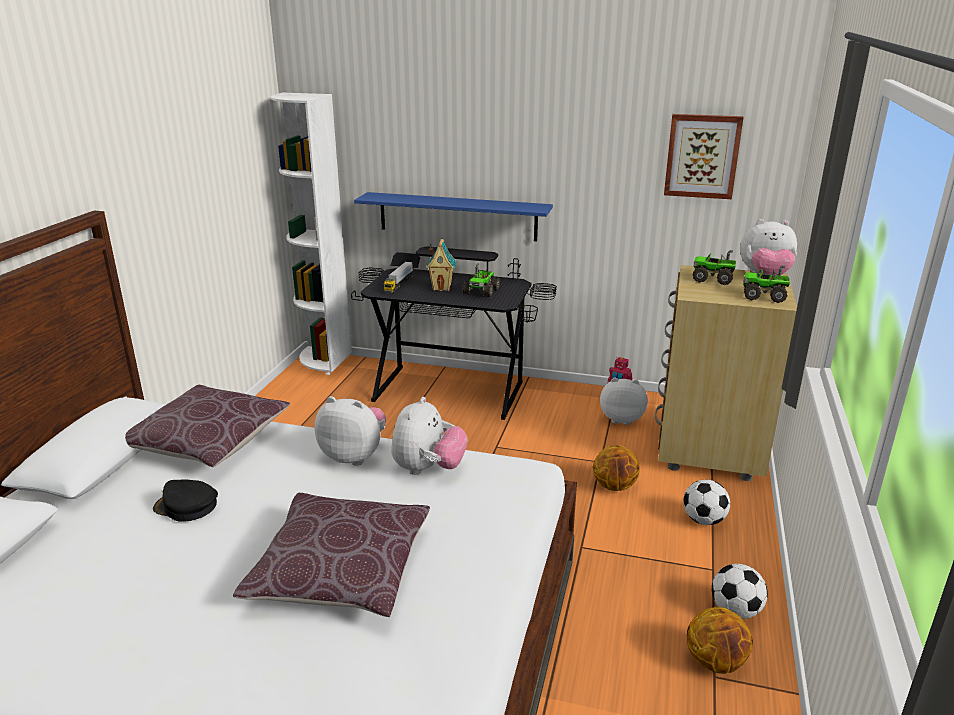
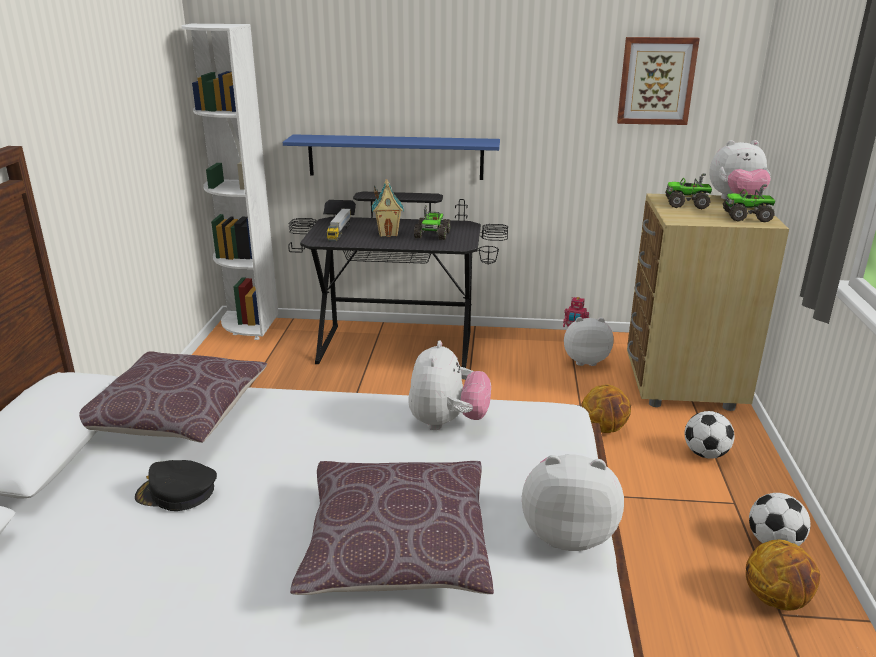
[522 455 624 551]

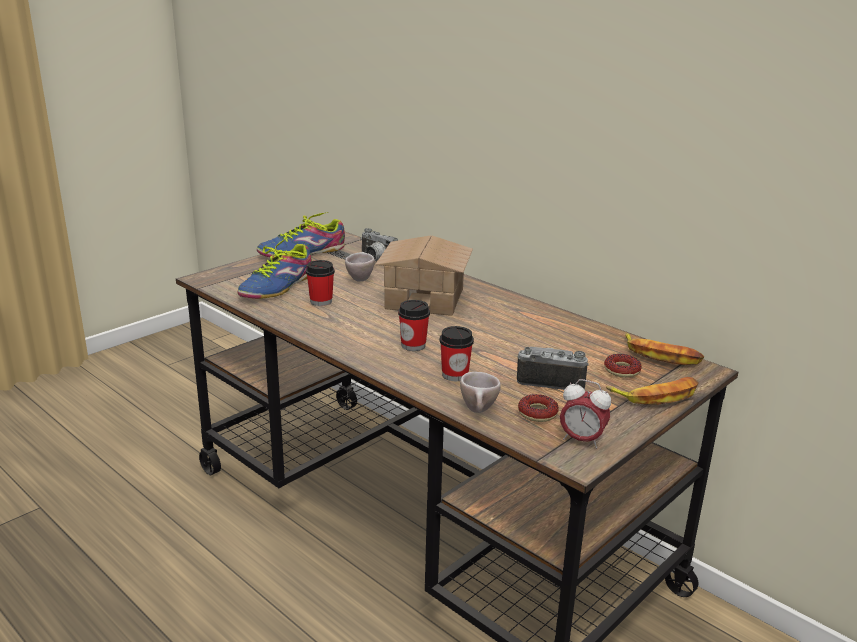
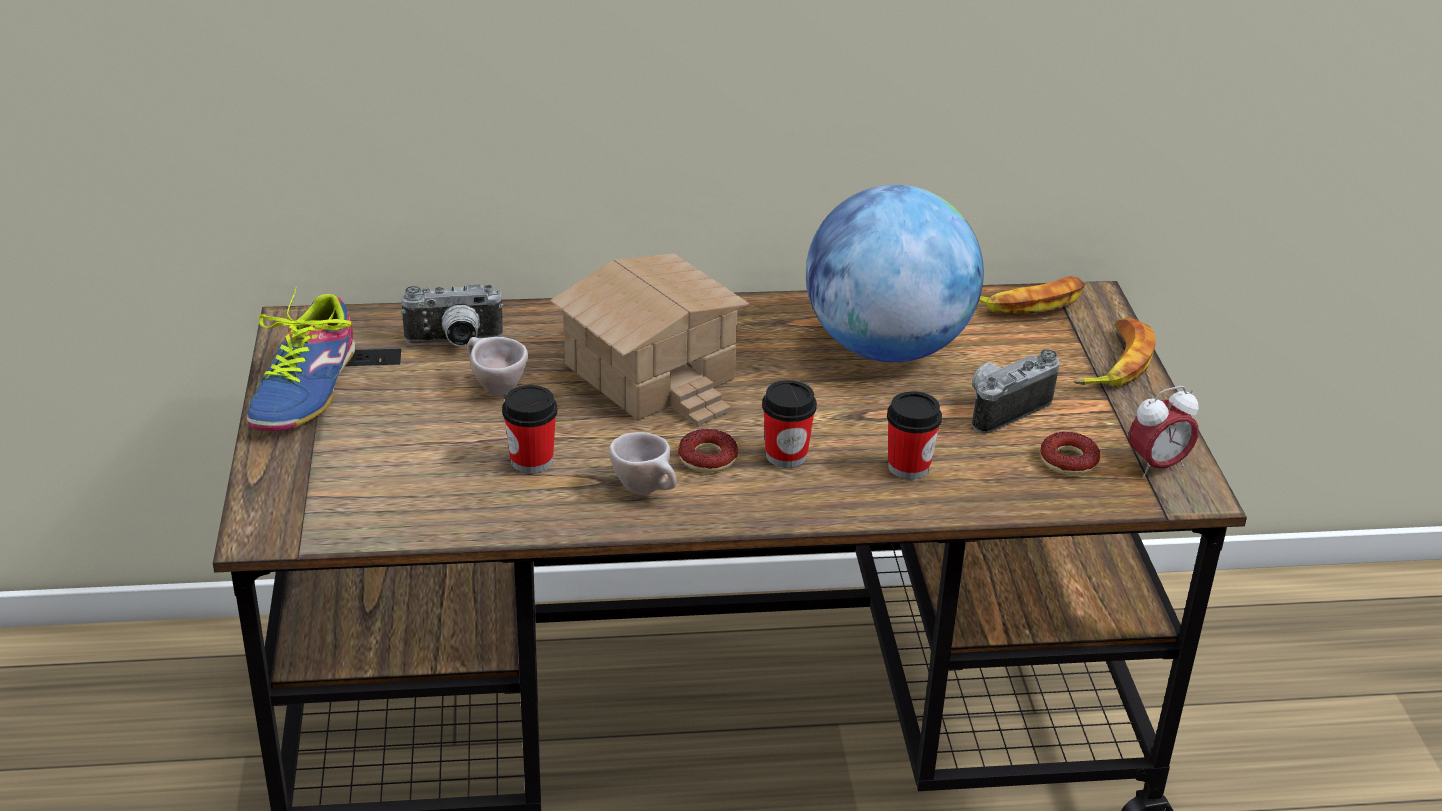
[237 238 312 299] (first image)
[678 429 738 473]
[609 432 677 495]
[806 185 984 362]

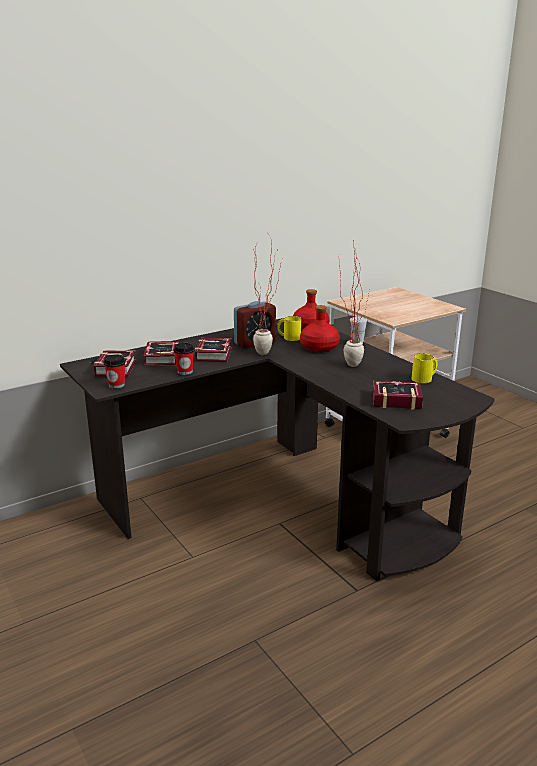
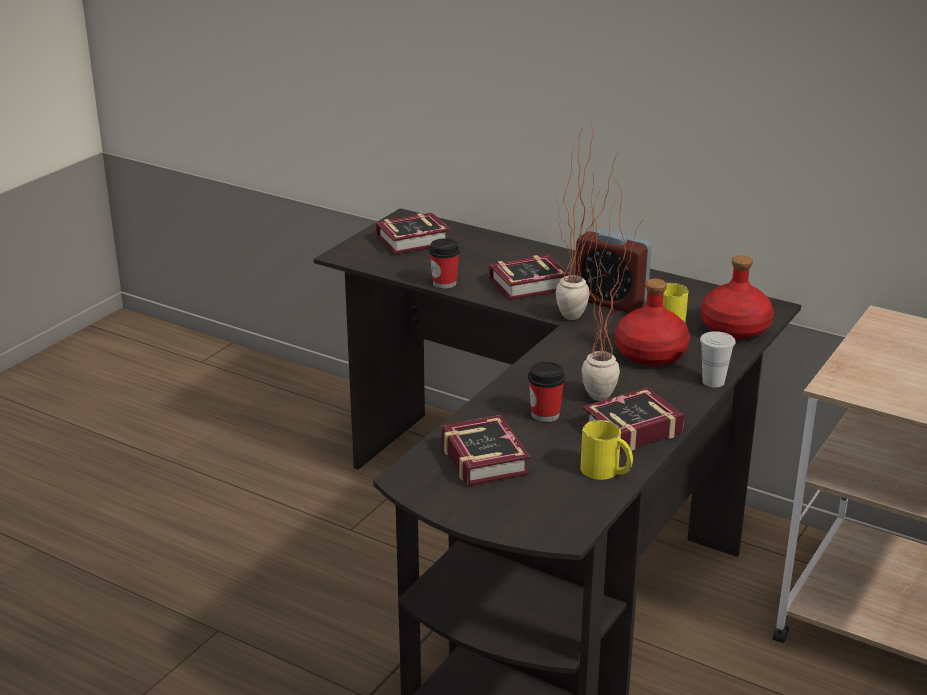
[582 387 684 452]
[528 362 565 422]

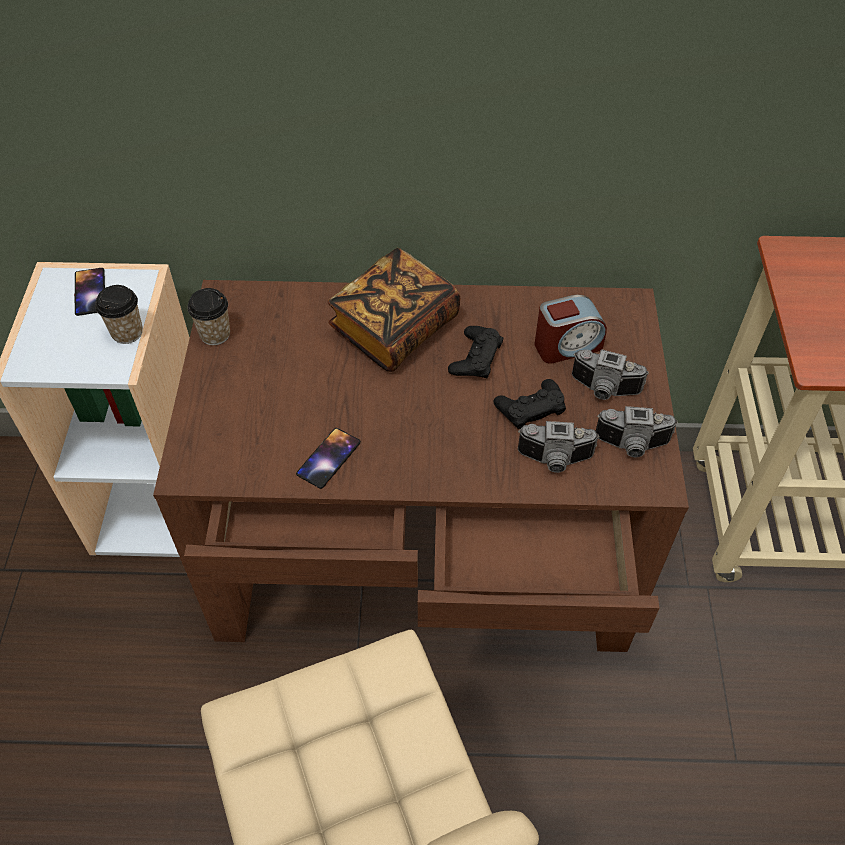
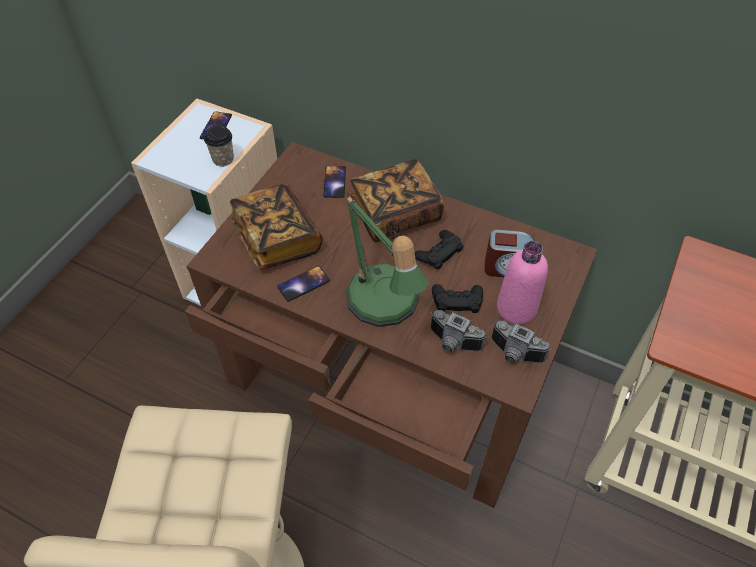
[188 288 230 345] (first image)
[497 241 548 324]
[323 166 346 198]
[230 184 322 270]
[346 193 429 327]

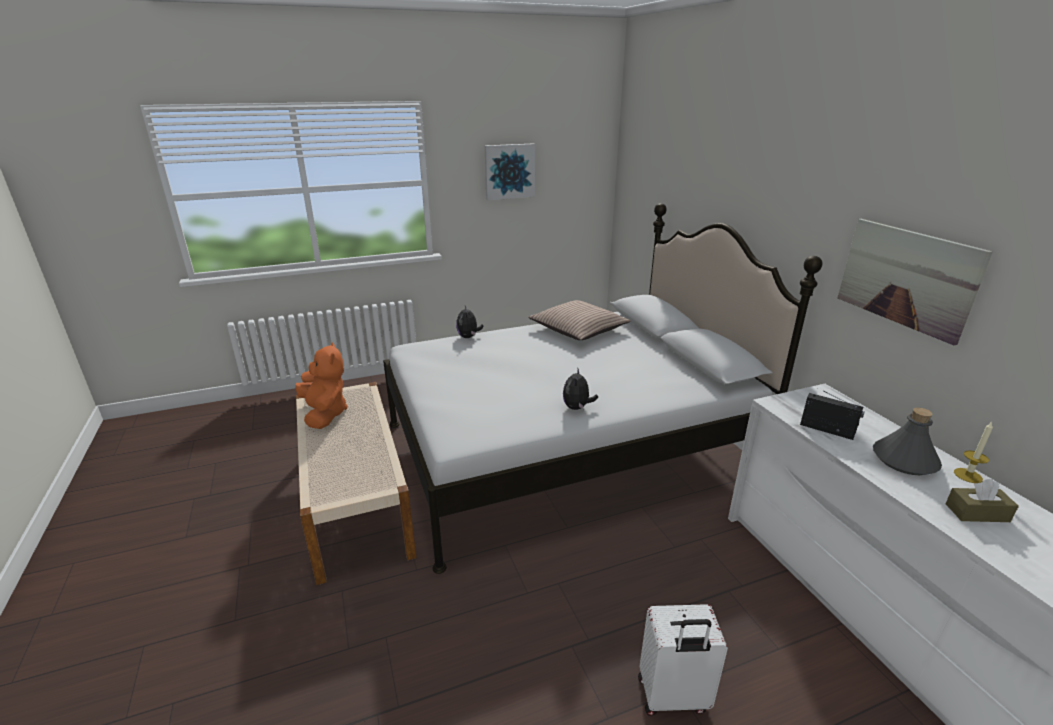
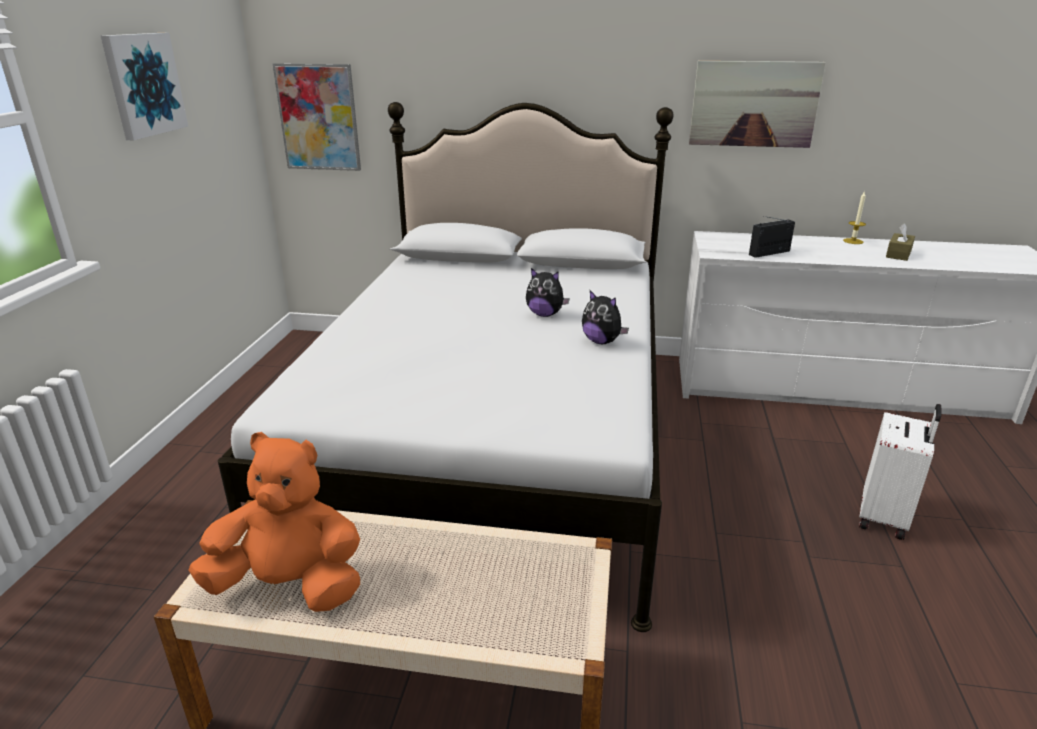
[528 300 631 340] (first image)
[526 268 570 317]
[873 407 942 475] (first image)
[273 63 361 171]

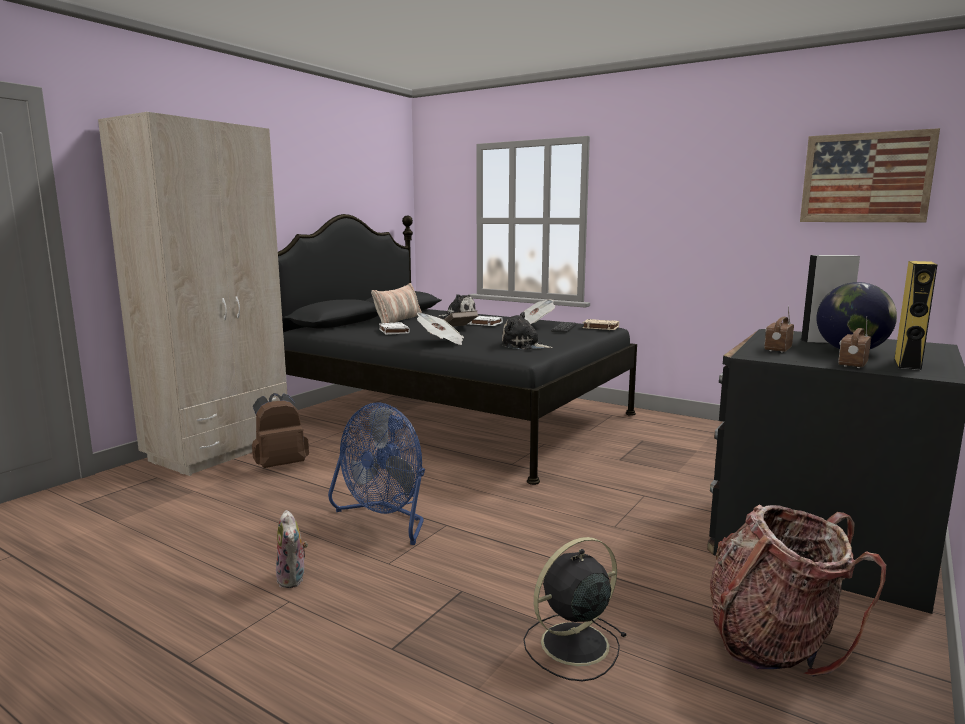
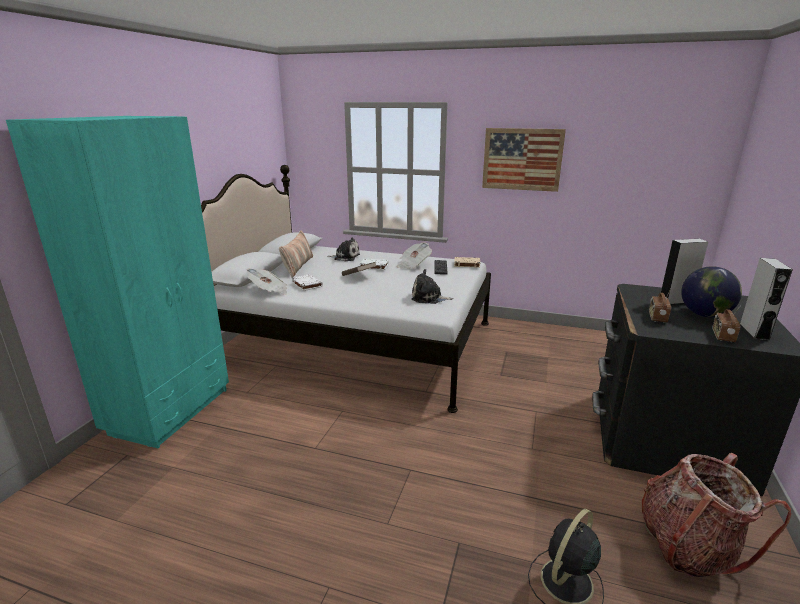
[6 116 229 448]
[482 128 566 192]
[201 165 491 413]
[740 258 793 340]
[247 269 287 294]
[252 393 309 468] (first image)
[328 403 425 545] (first image)
[276 510 308 588] (first image)

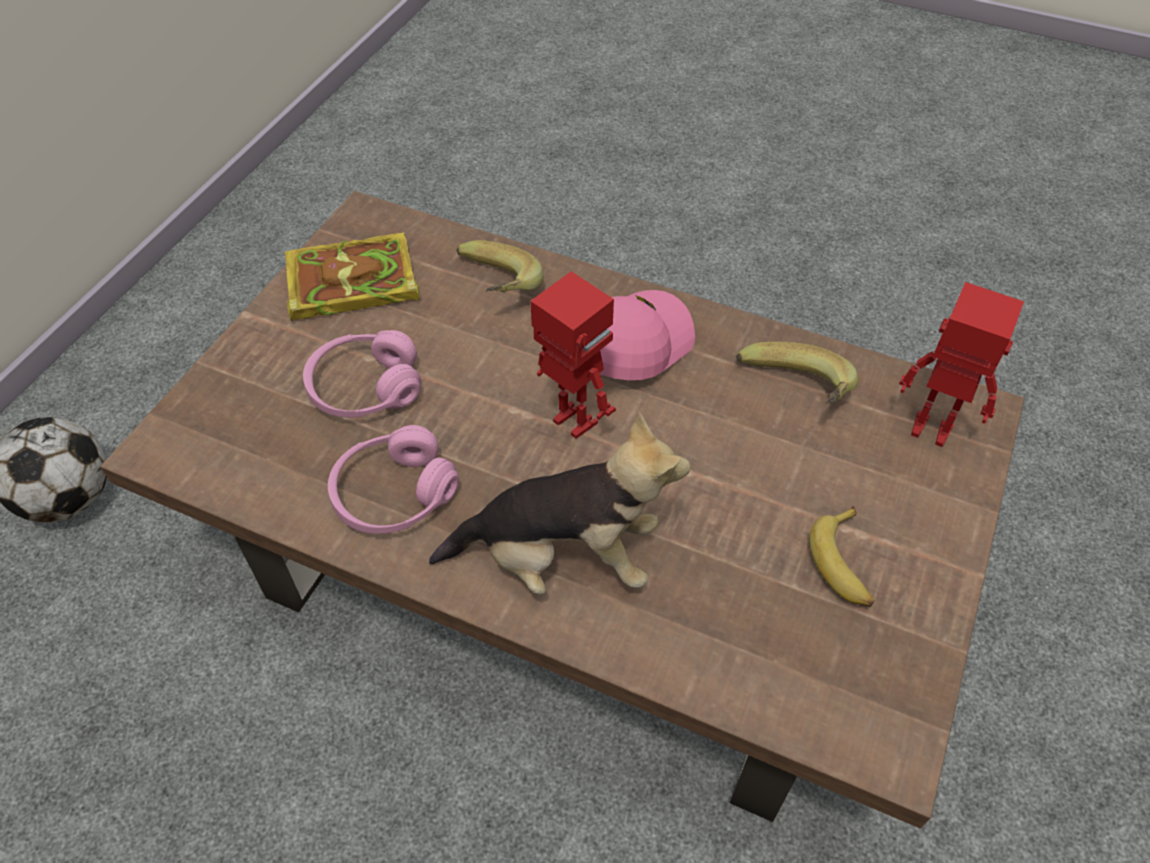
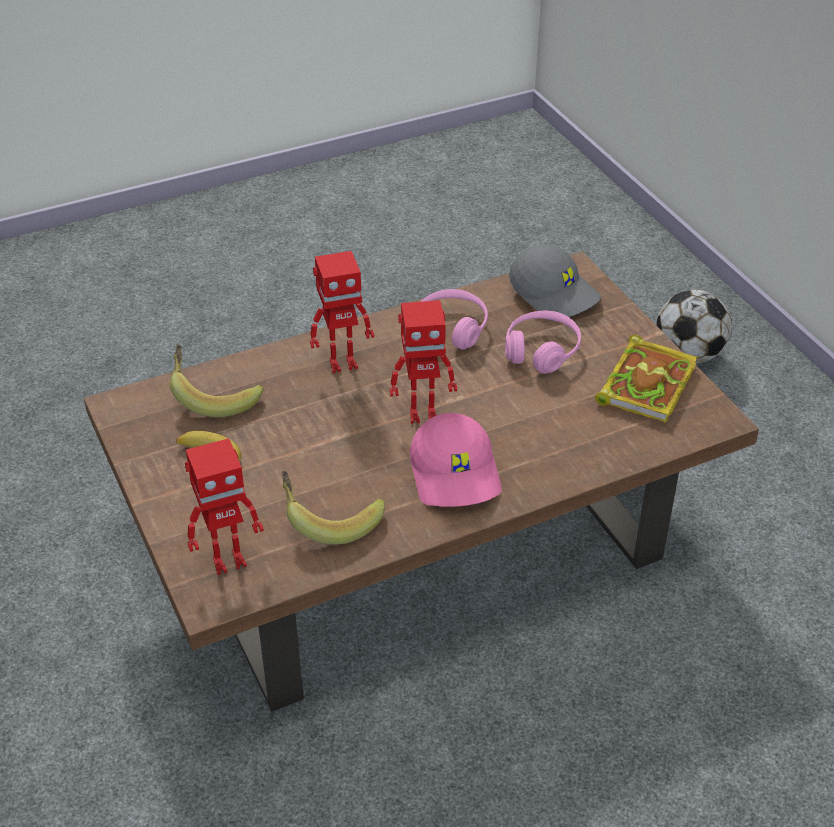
[170 344 264 417]
[310 251 374 373]
[509 244 601 321]

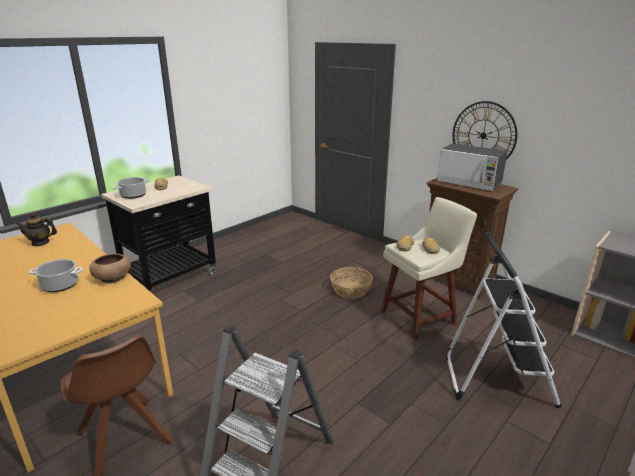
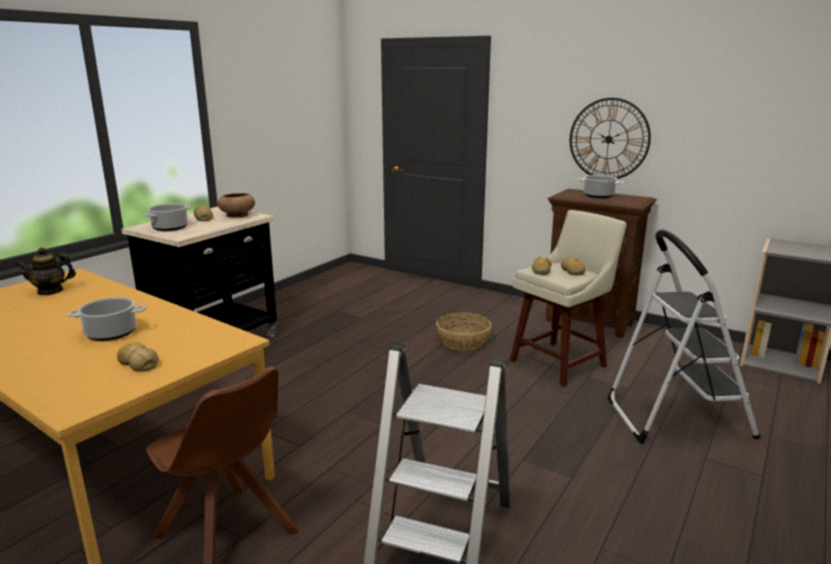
[577 175 624 198]
[218 193 255 218]
[117 342 159 372]

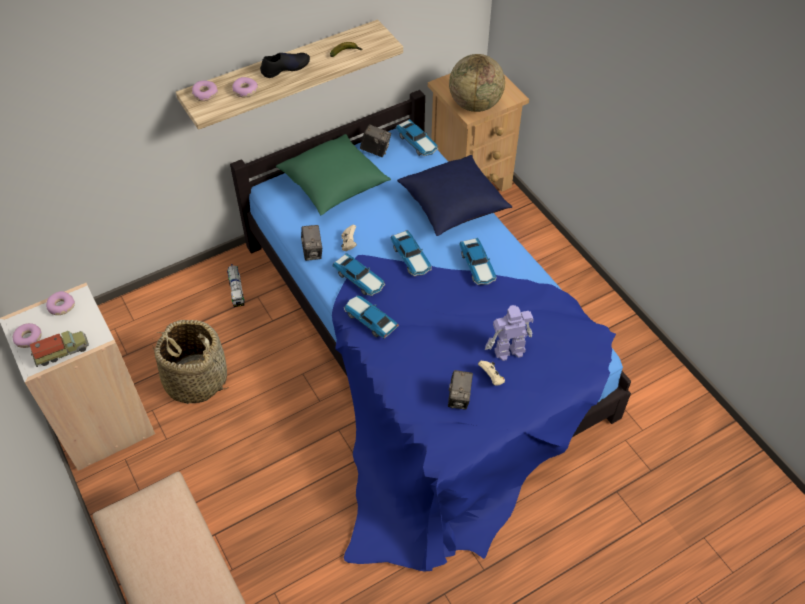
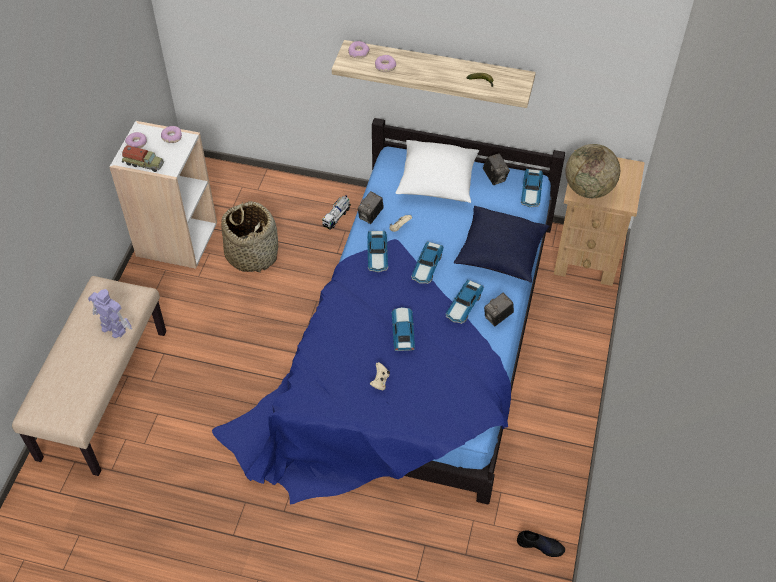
[517 530 565 557]
[396 140 479 203]
[391 307 415 351]
[88 289 132 338]
[484 293 514 326]

